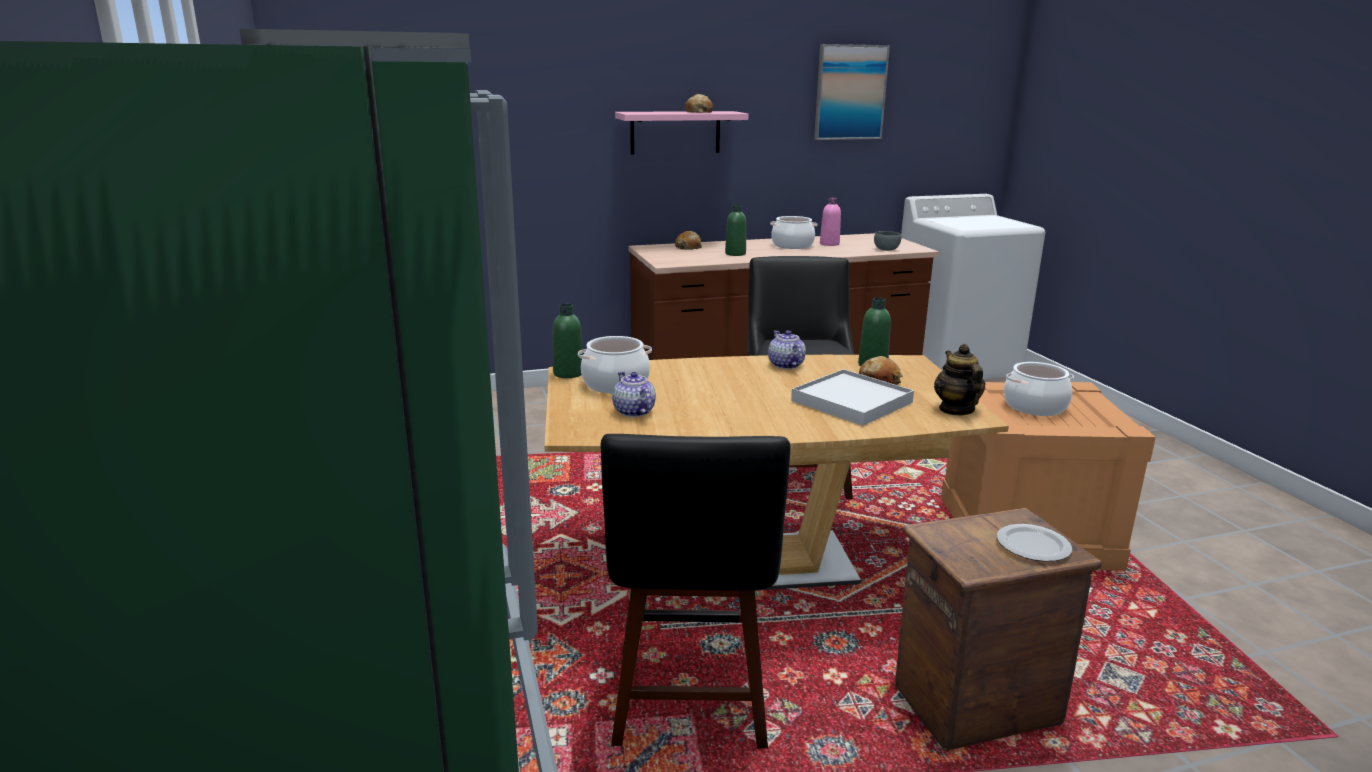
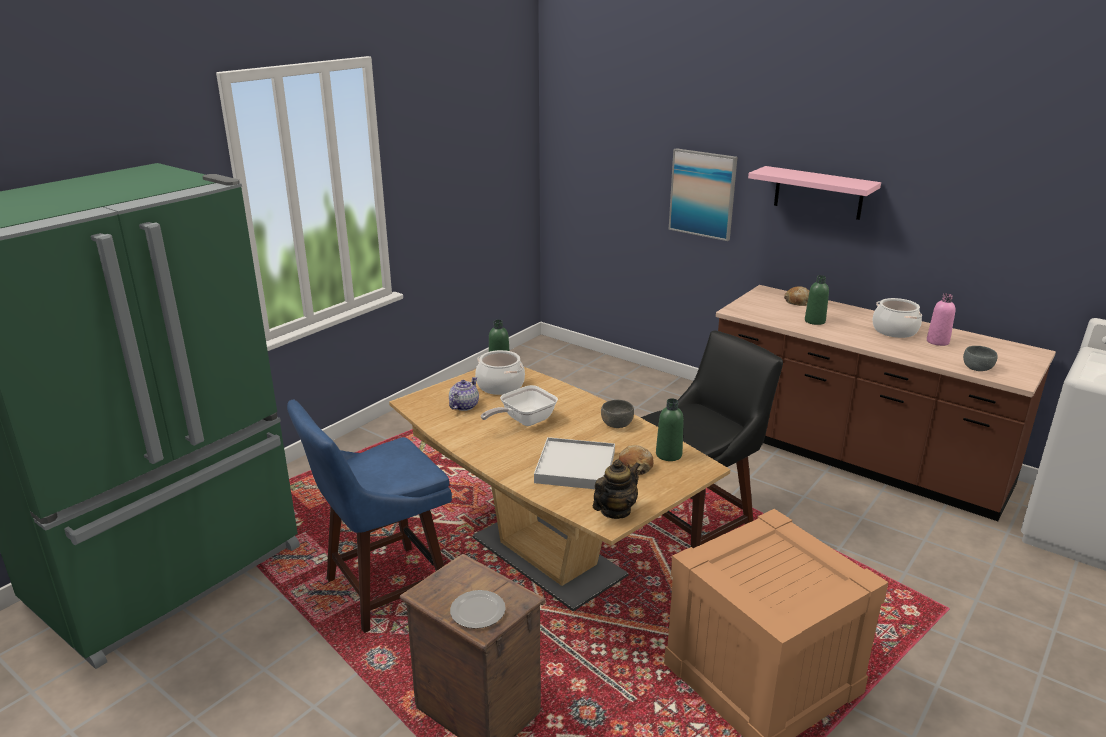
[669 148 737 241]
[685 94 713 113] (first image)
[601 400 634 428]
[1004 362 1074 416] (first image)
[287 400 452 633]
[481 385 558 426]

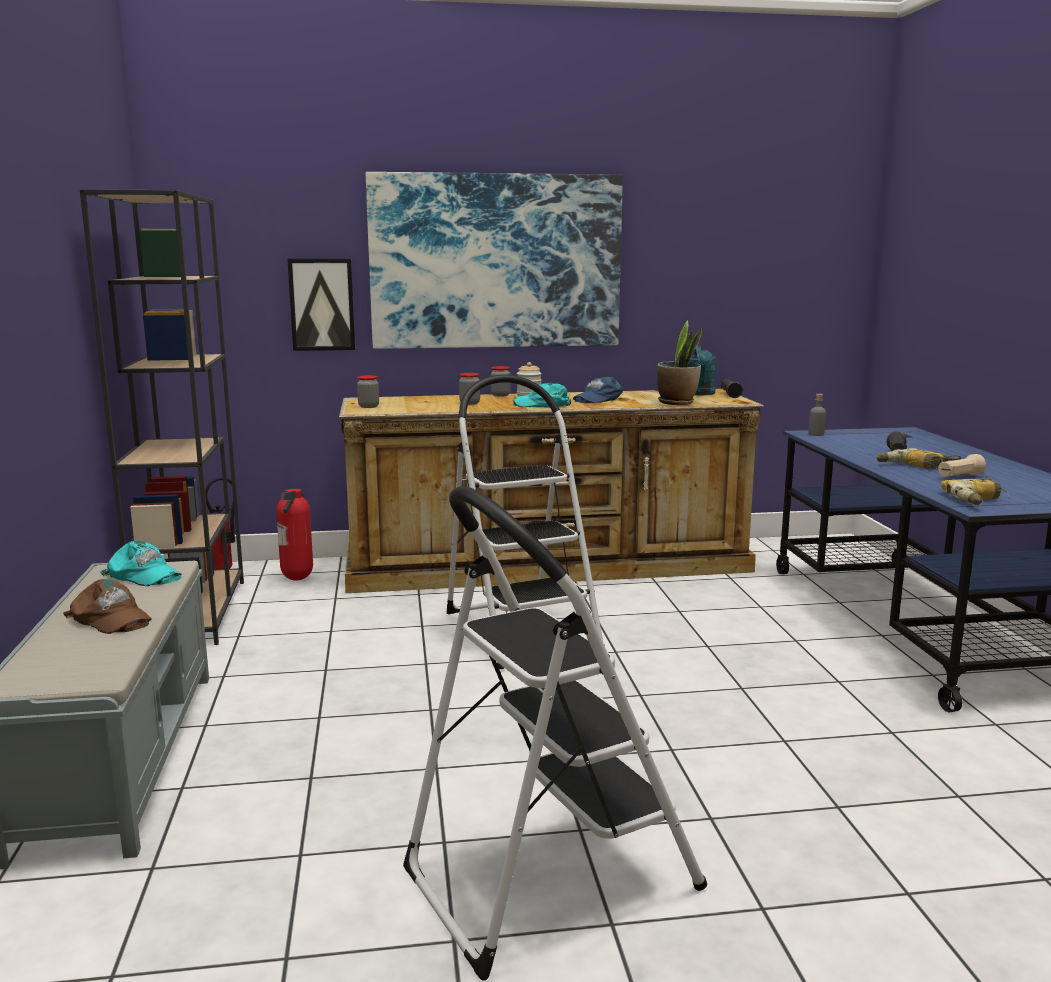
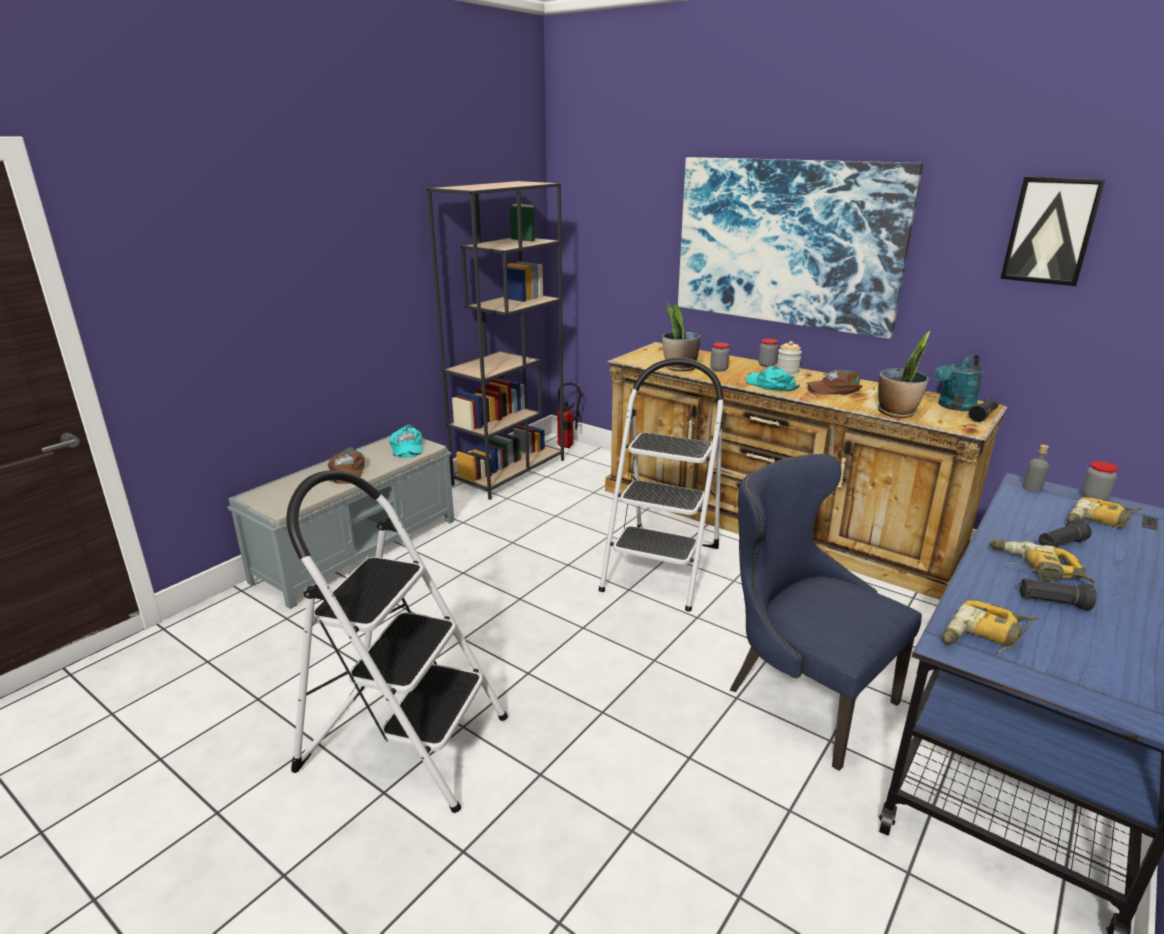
[1000 177 1106 286]
[1081 461 1118 500]
[806 370 862 395]
[1019 578 1097 610]
[276 489 313 581] (first image)
[662 301 701 372]
[730 454 922 771]
[1067 497 1142 529]

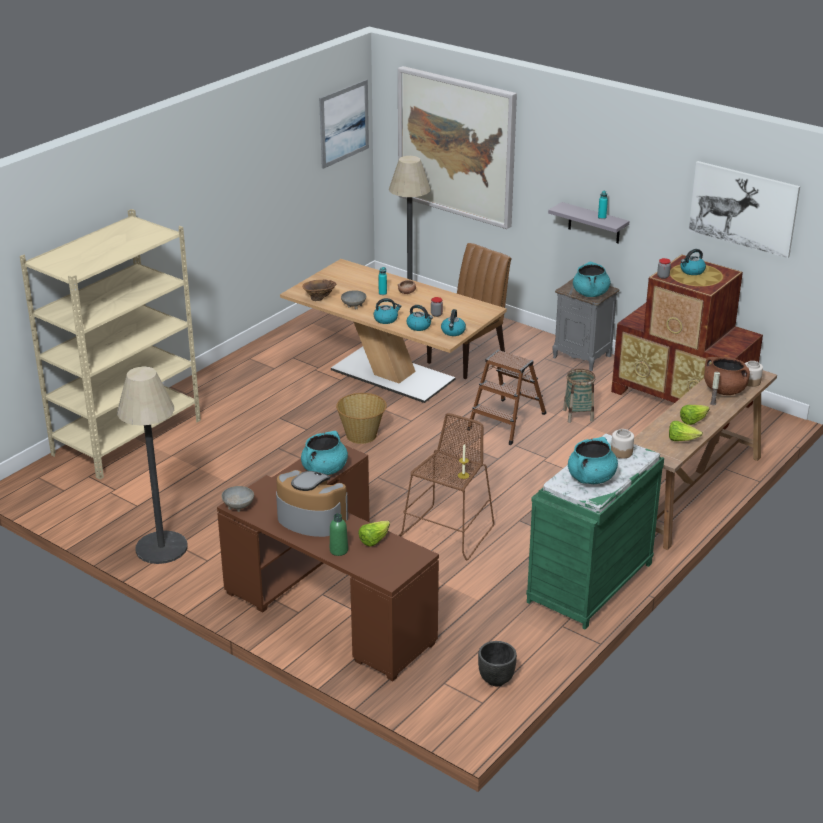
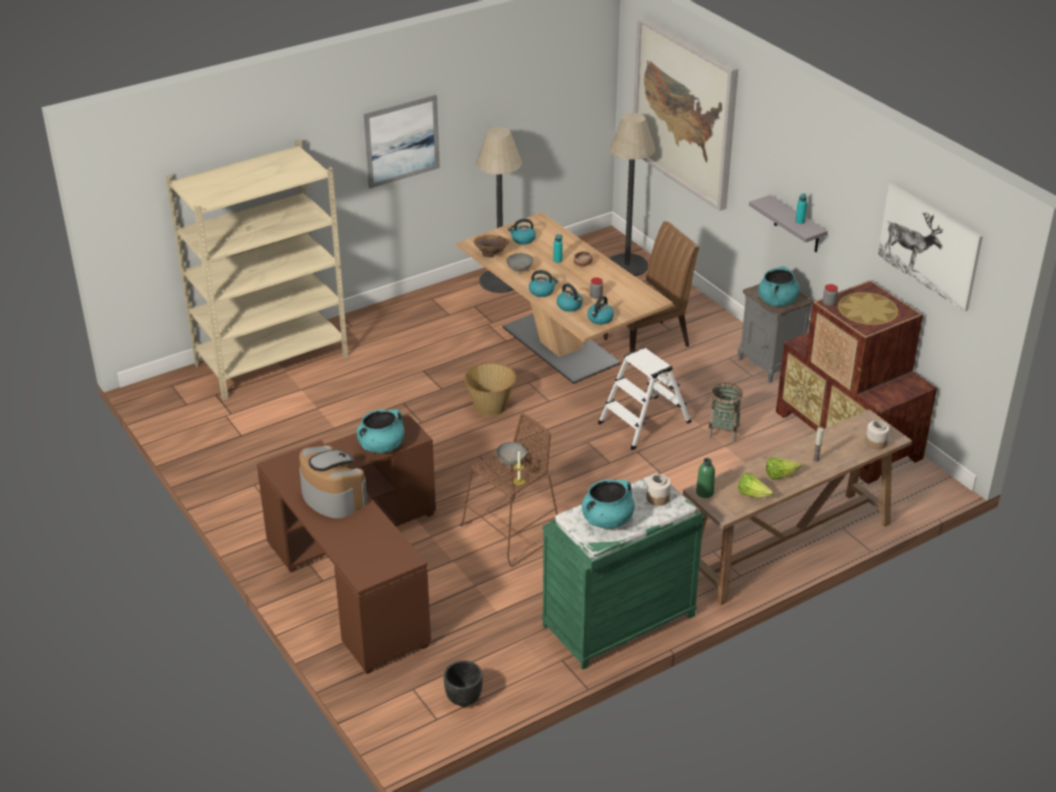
[364 95 440 188]
[508 219 536 244]
[598 347 692 450]
[704 357 750 395] (first image)
[476 127 522 293]
[496 442 527 468]
[696 458 715 498]
[358 521 390 546] (first image)

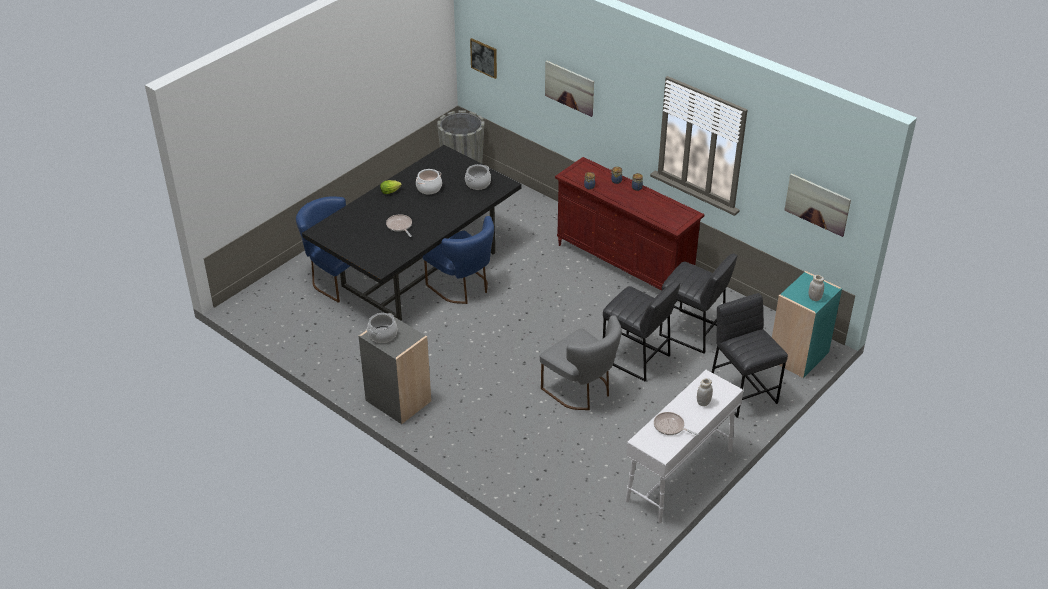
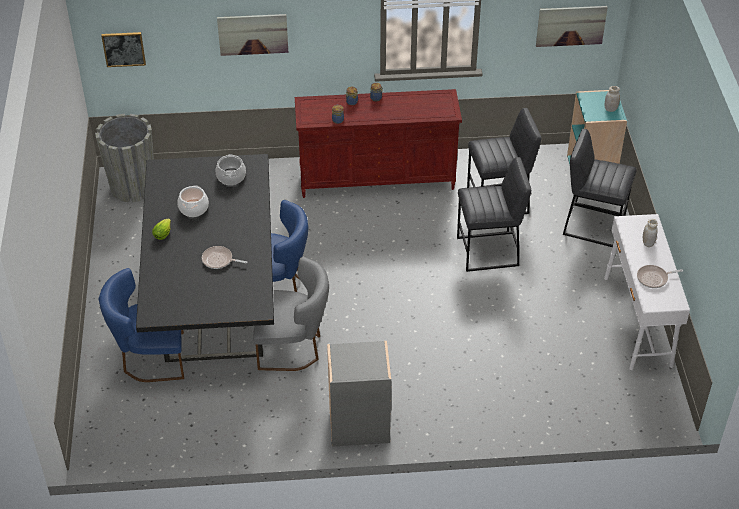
[367 313 397 343] (first image)
[253 257 329 371]

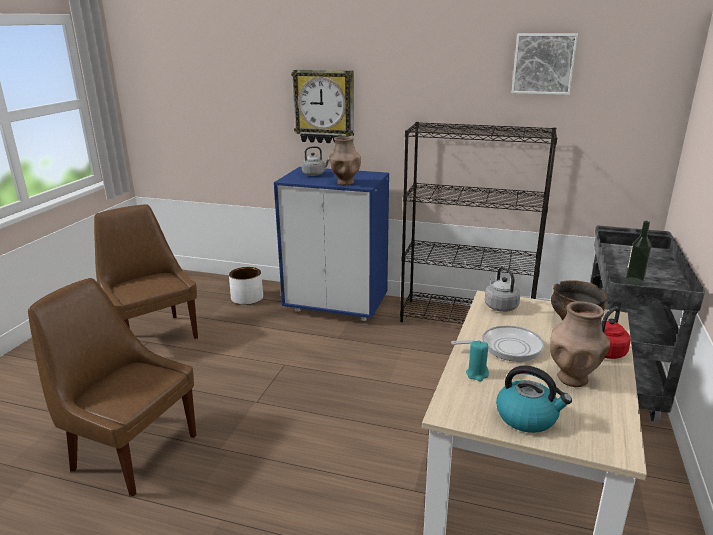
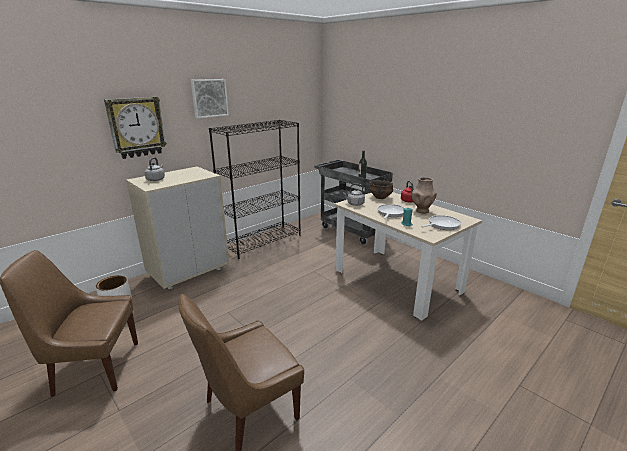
[191 79 229 118]
[329 136 361 185] (first image)
[126 167 230 289]
[421 215 461 230]

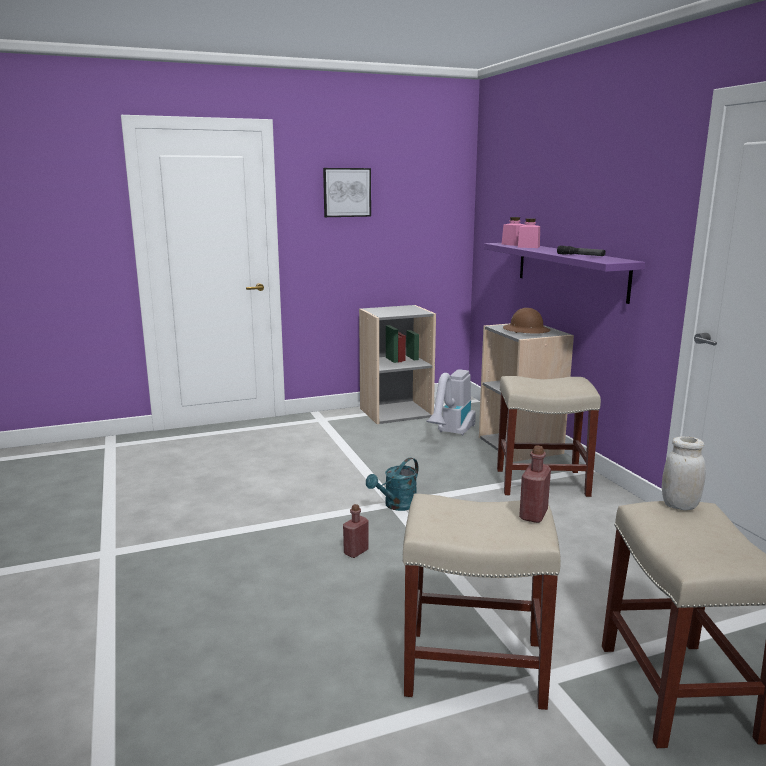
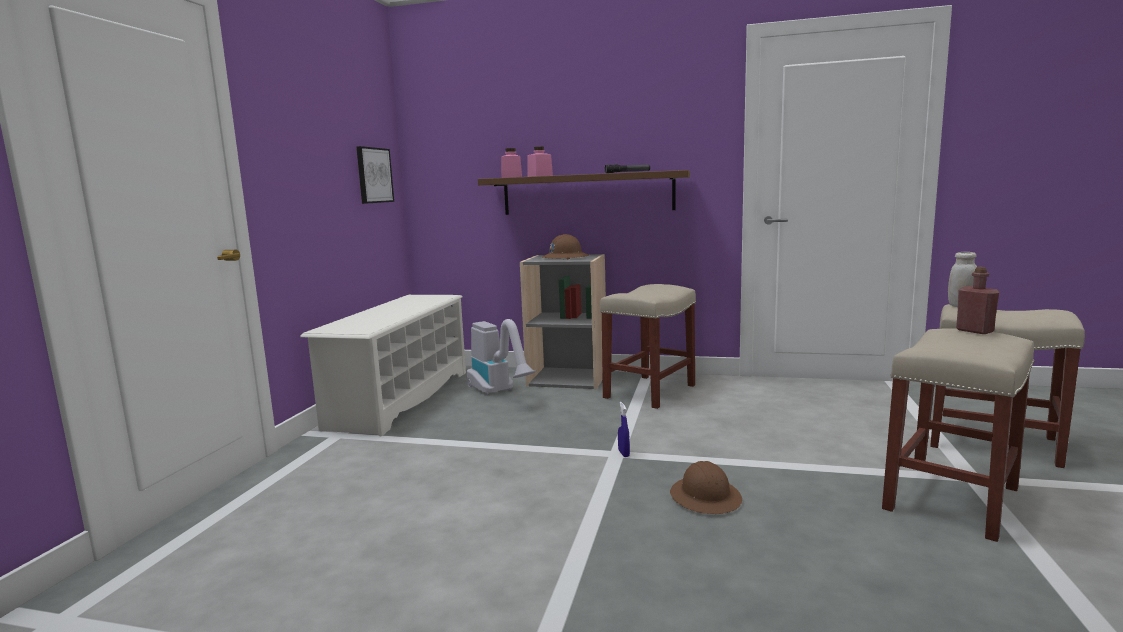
[356 146 394 204]
[478 170 690 215]
[300 295 466 436]
[618 402 630 457]
[670 461 742 514]

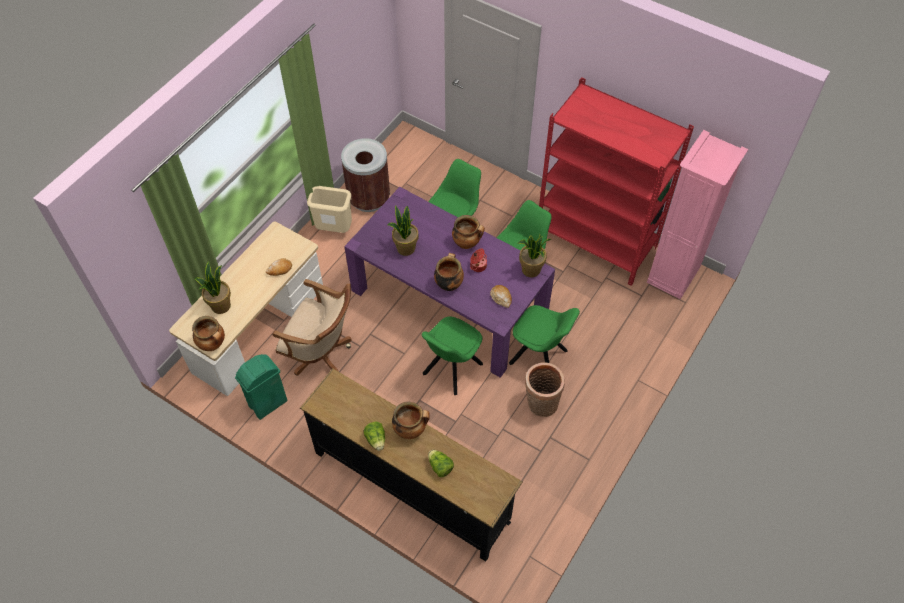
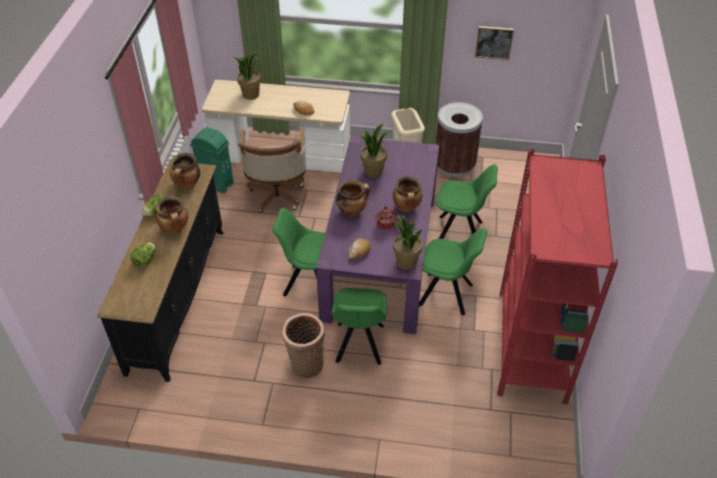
[647 130 748 299] (first image)
[170 153 200 189]
[475 26 514 60]

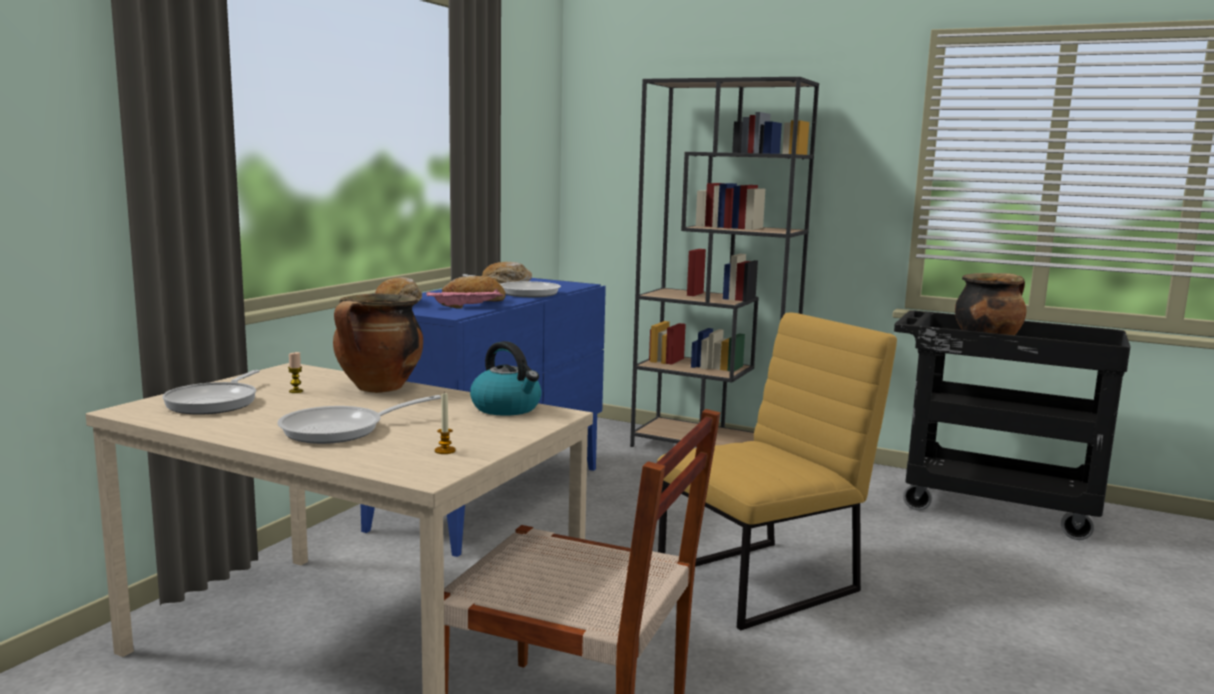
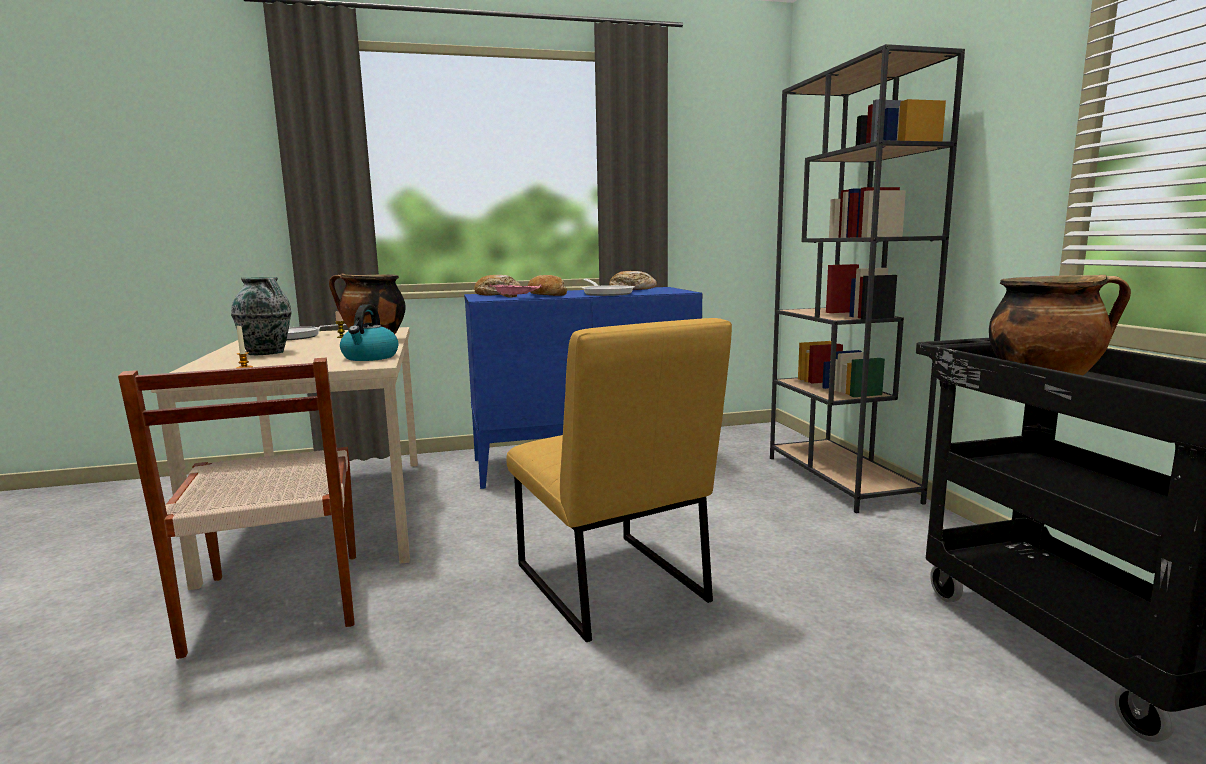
[506 318 732 642]
[231 277 292 355]

